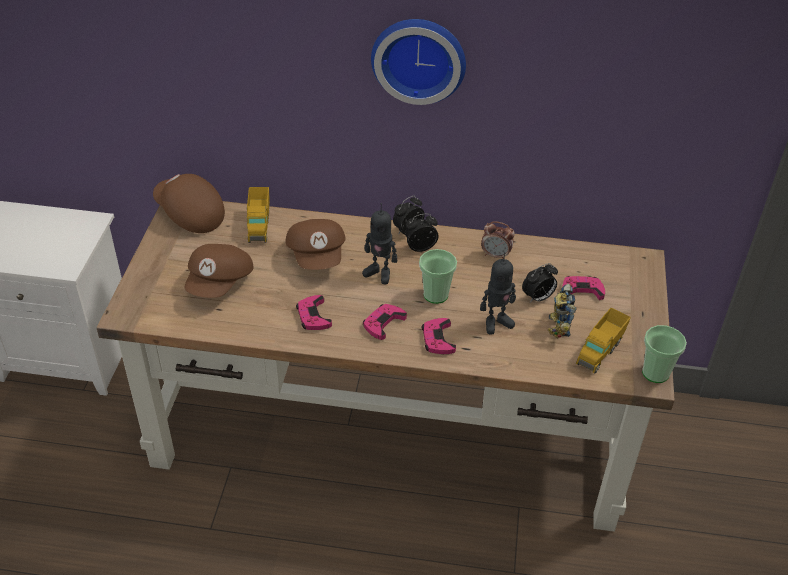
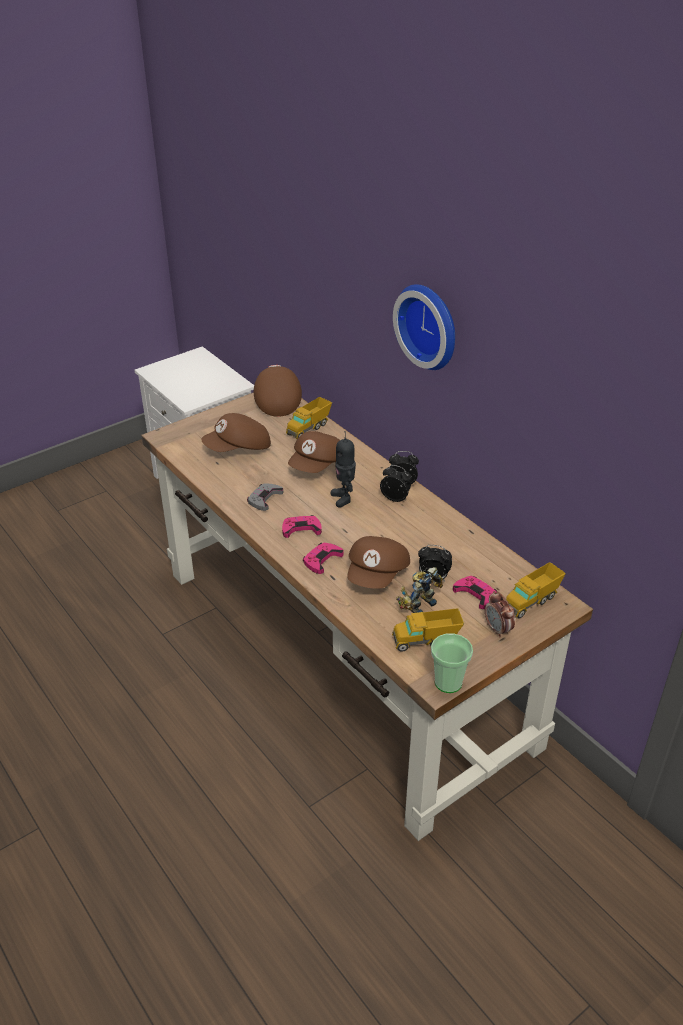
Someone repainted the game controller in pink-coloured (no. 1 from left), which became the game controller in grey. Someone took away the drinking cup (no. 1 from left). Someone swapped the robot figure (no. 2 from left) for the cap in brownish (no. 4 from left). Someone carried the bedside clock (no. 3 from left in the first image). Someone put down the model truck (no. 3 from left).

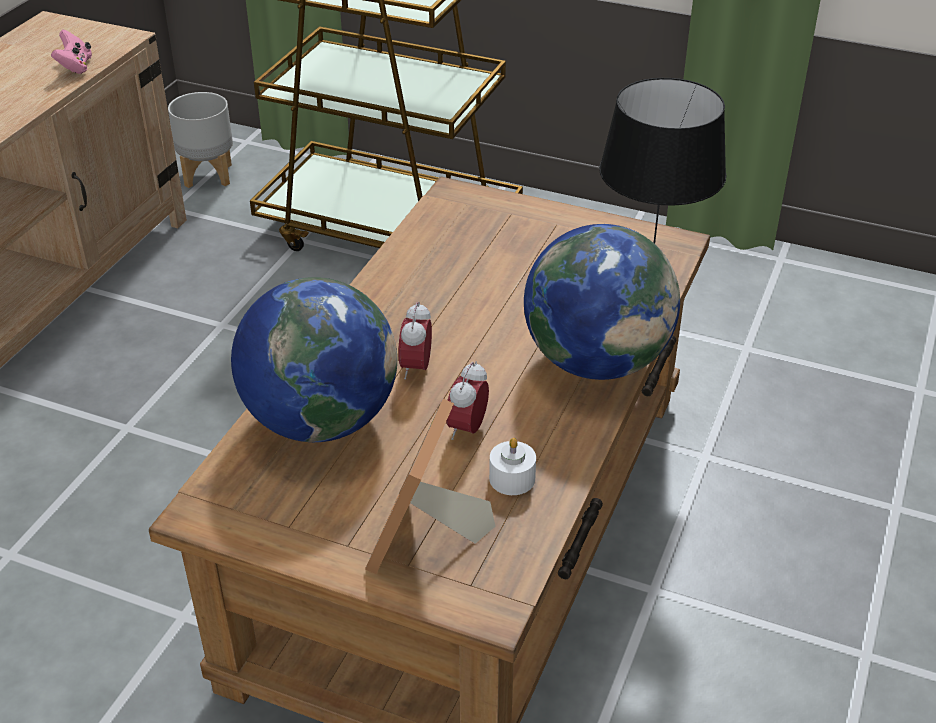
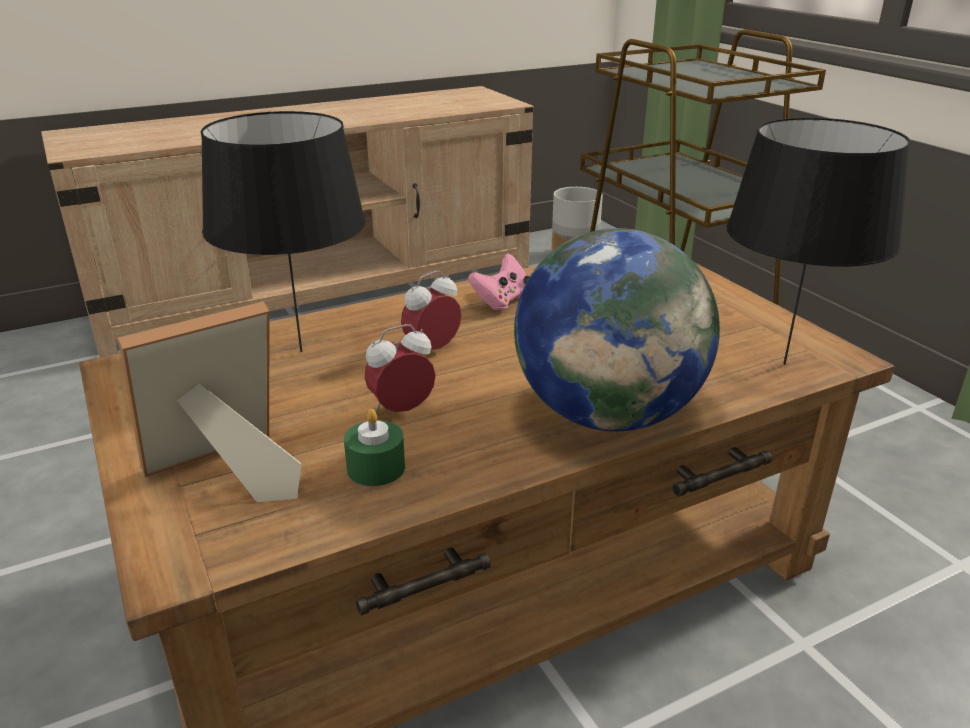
Someone carried the game controller in pink-coloured. Someone swapped the desk globe (no. 1 from left) for the table lamp in black-coloured (no. 1 from left). Someone repainted the wax candle in white, which became the wax candle in green-coloured.

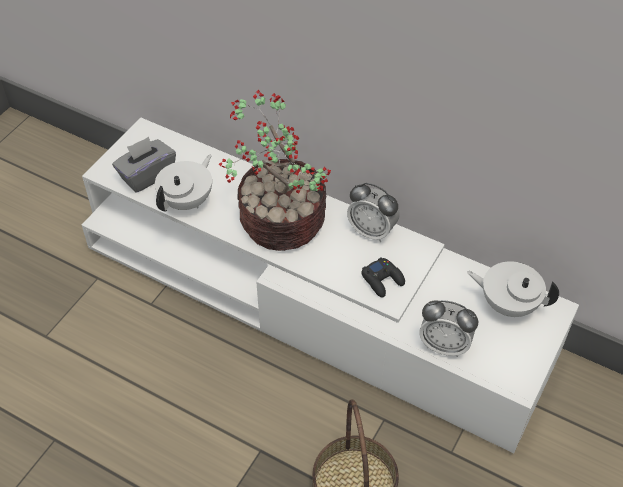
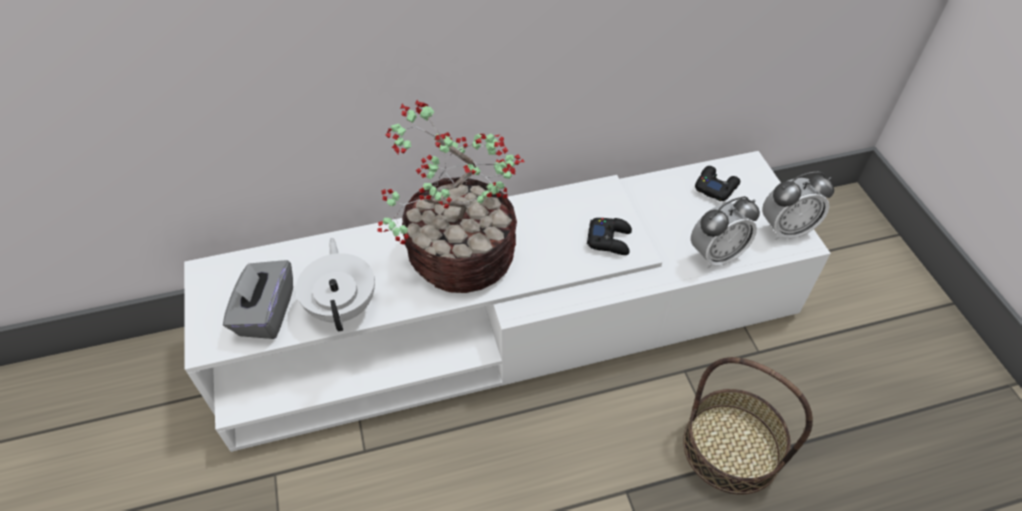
Someone carried the bedside clock (no. 1 from left in the first image). Someone swapped the pot for tea in white (no. 2 from left) for the game controller in black-coloured (no. 2 from left).

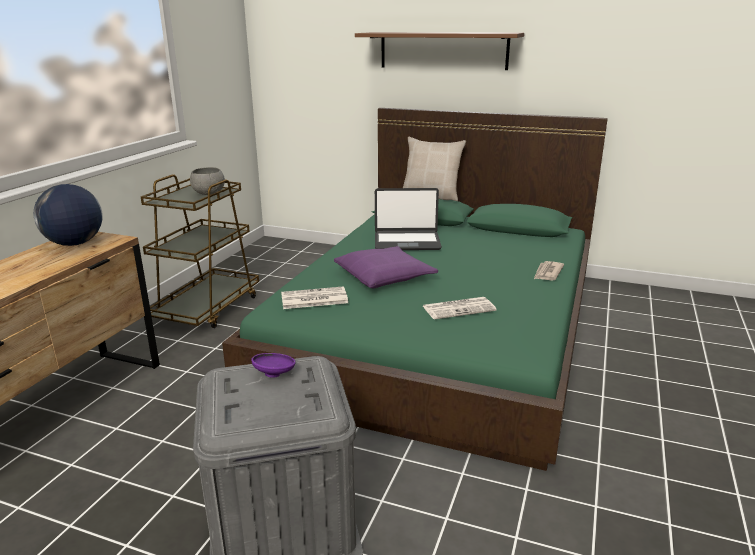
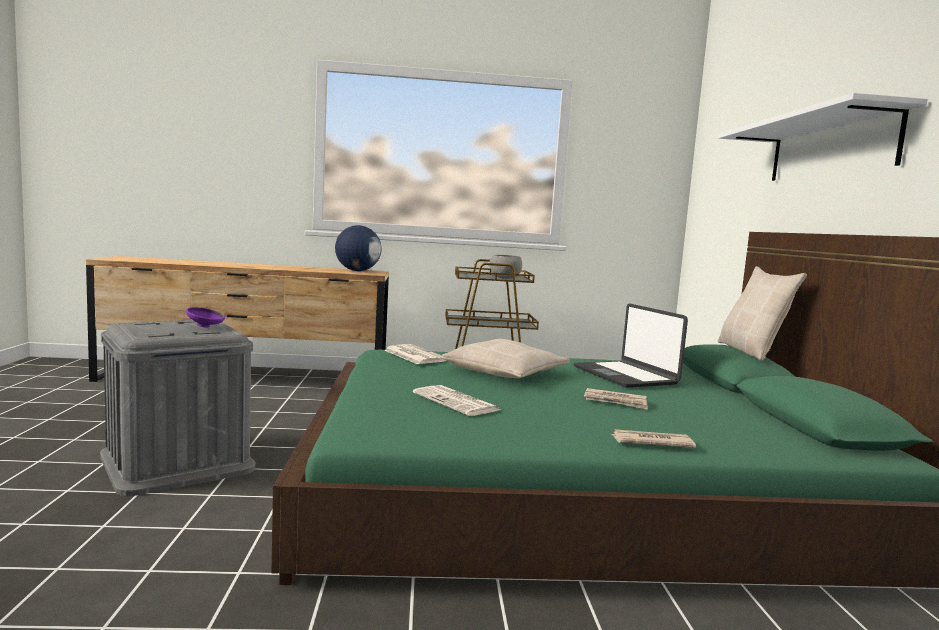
Someone repainted the pillow in purple, which became the pillow in sand-coloured (no. 1 from left). Someone repainted the wall shelf in brownish, which became the wall shelf in white. Someone put down the printed paper (no. 3 from left).

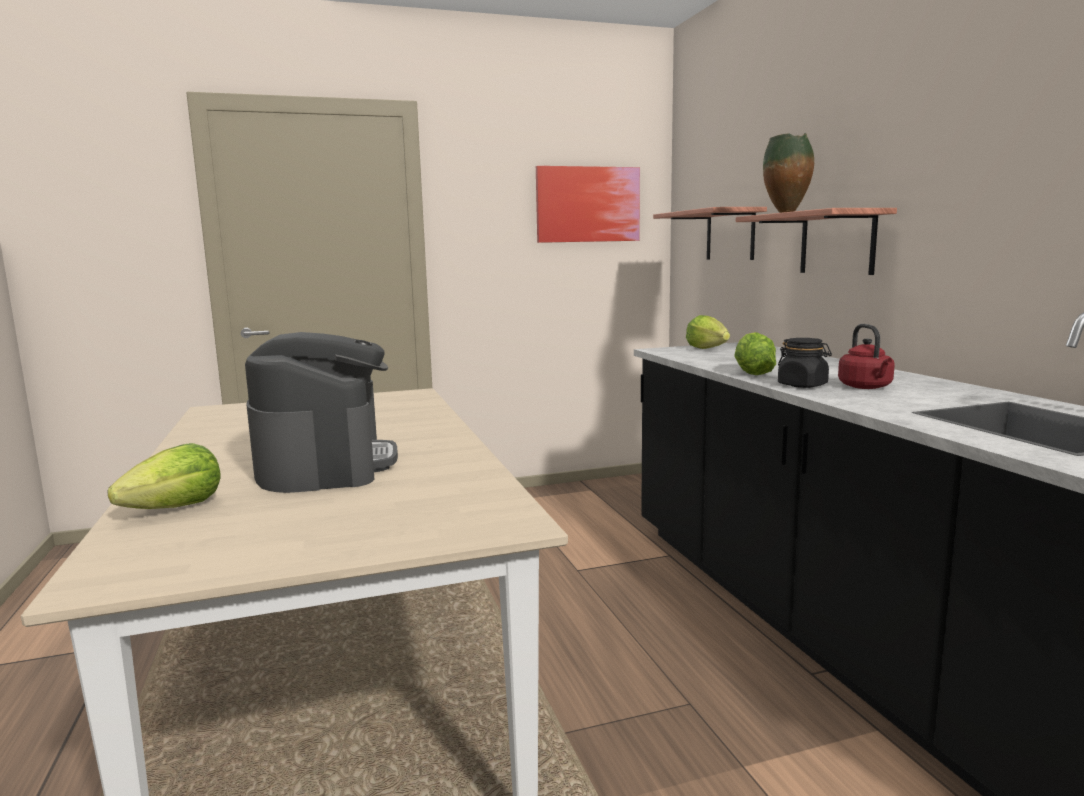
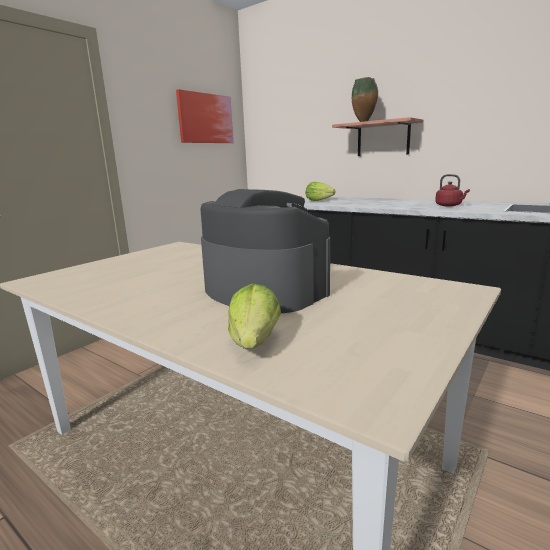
Someone took away the wall shelf (no. 1 from left). Someone took away the lettuce (no. 3 from left). Someone took away the storage jar in black-coloured.

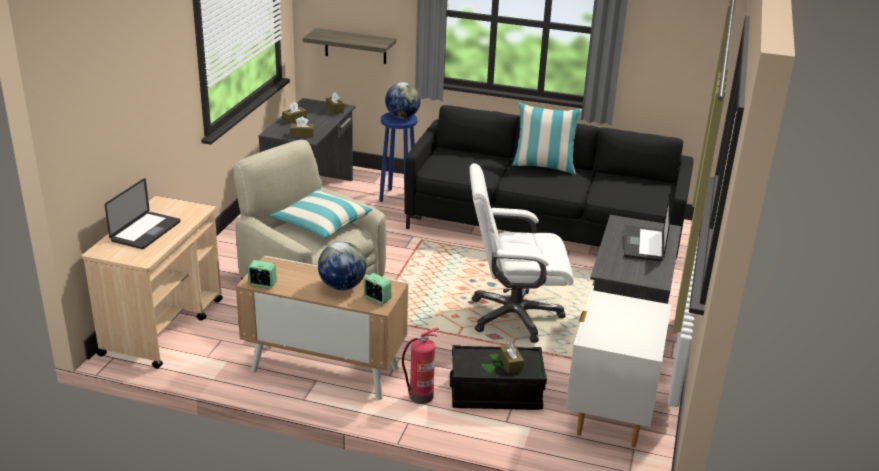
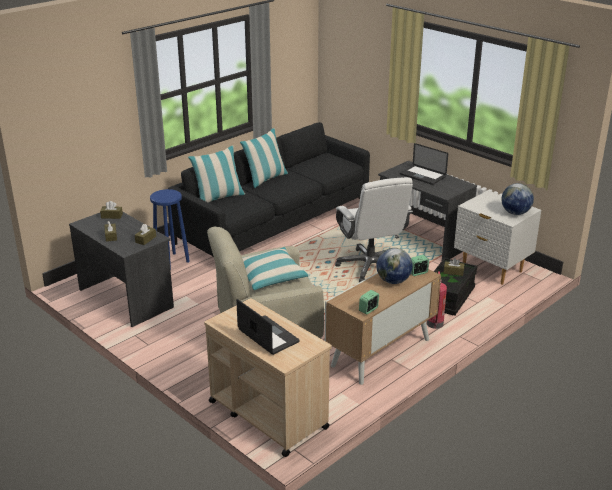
Someone took away the wall shelf. Someone carried the desk globe (no. 2 from left). Someone rotated the computer chair in white by 45 degrees counterclockwise. Someone put down the pillow (no. 1 from left).

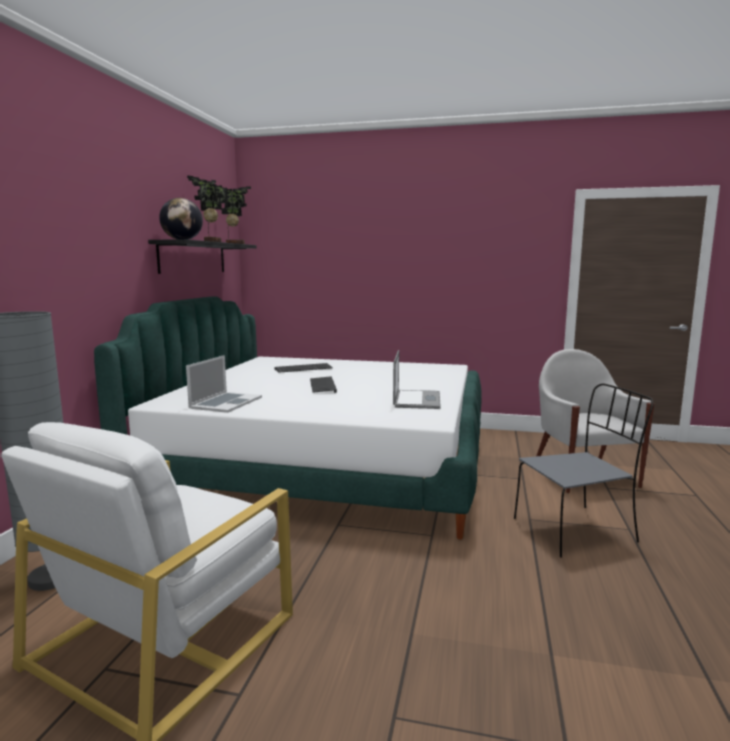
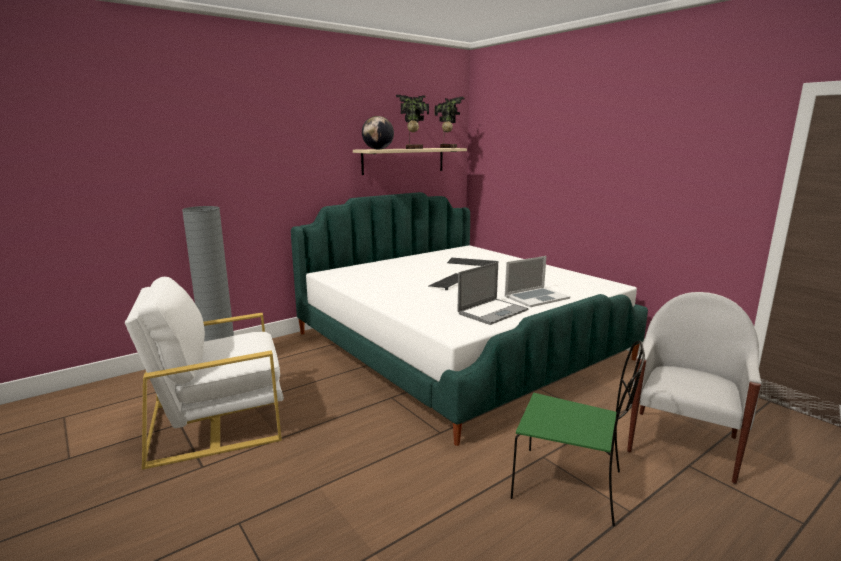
Someone repainted the wall shelf in black-coloured, which became the wall shelf in sand-coloured. Someone carried the portable computer (no. 1 from left in the first image). Someone repainted the plain chair in grey, which became the plain chair in green-coloured.

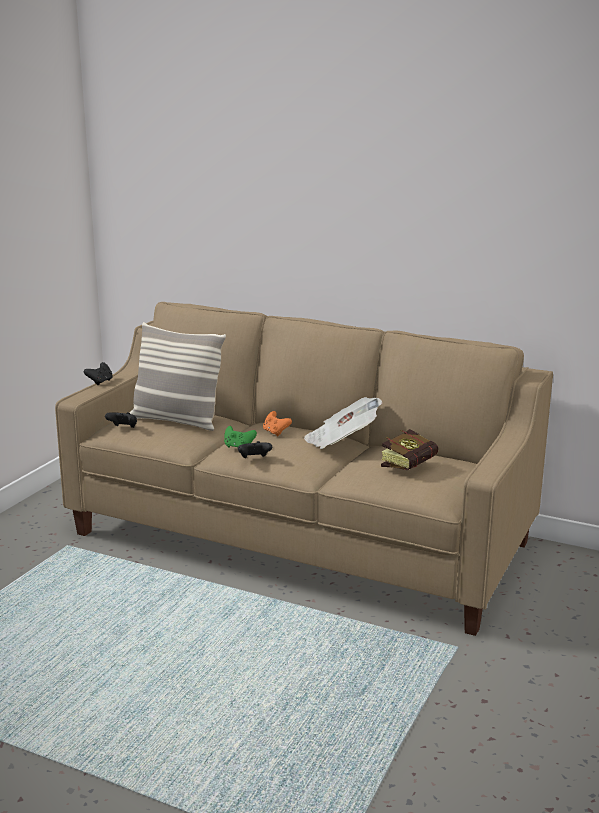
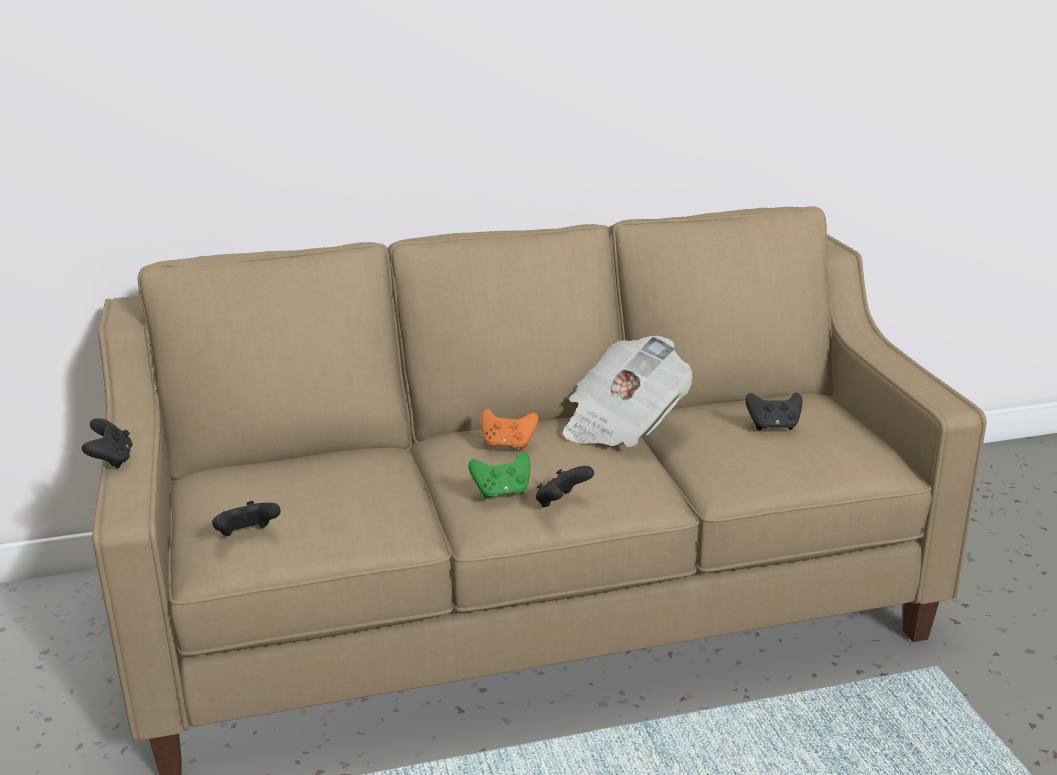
Someone took away the pillow. Someone swapped the bound book for the game controller in black-coloured (no. 4 from left).

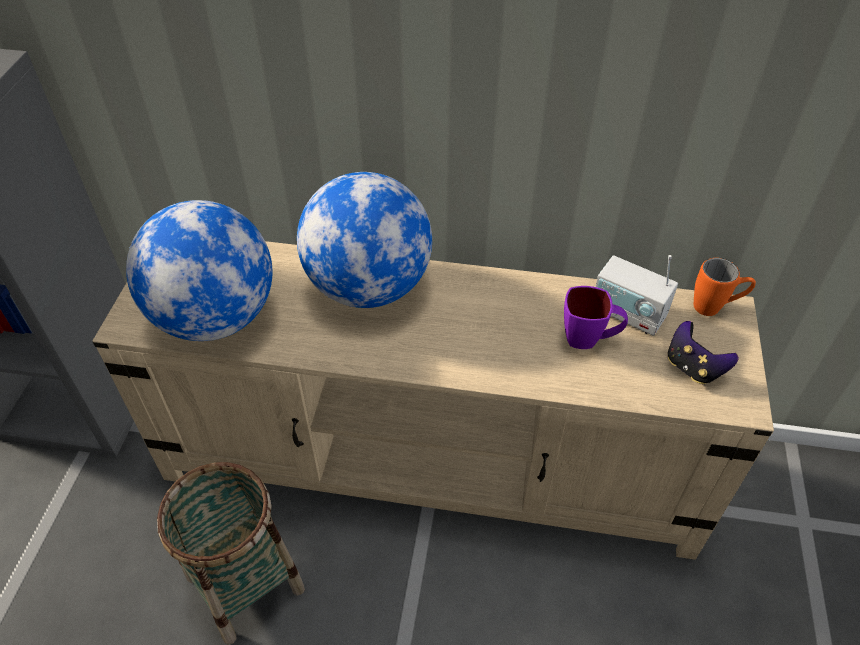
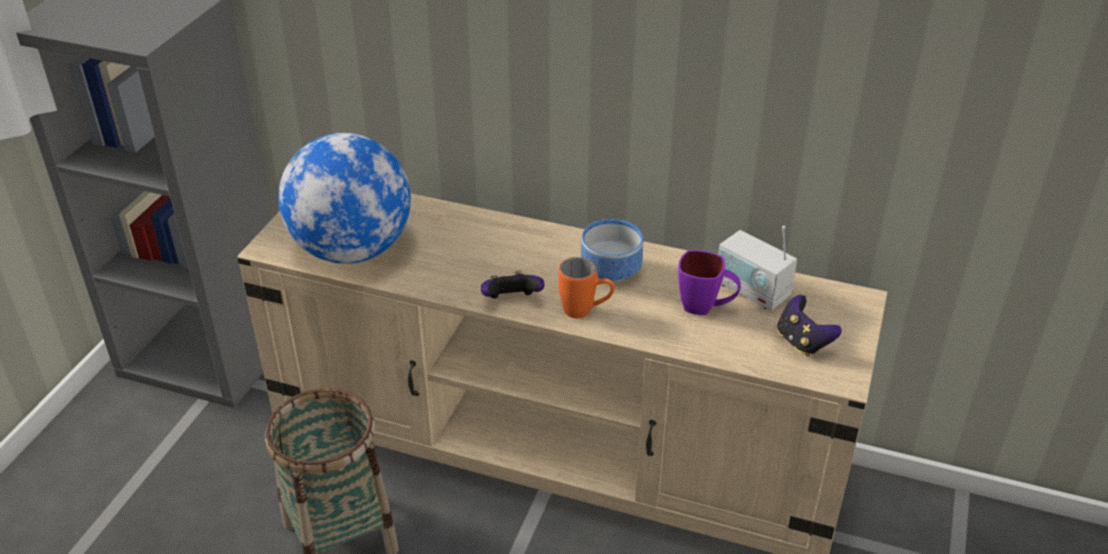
Someone took away the desk globe (no. 2 from left). Someone carried the mug in orange-coloured. Someone put down the game controller (no. 1 from left). Someone put down the serving bowl.

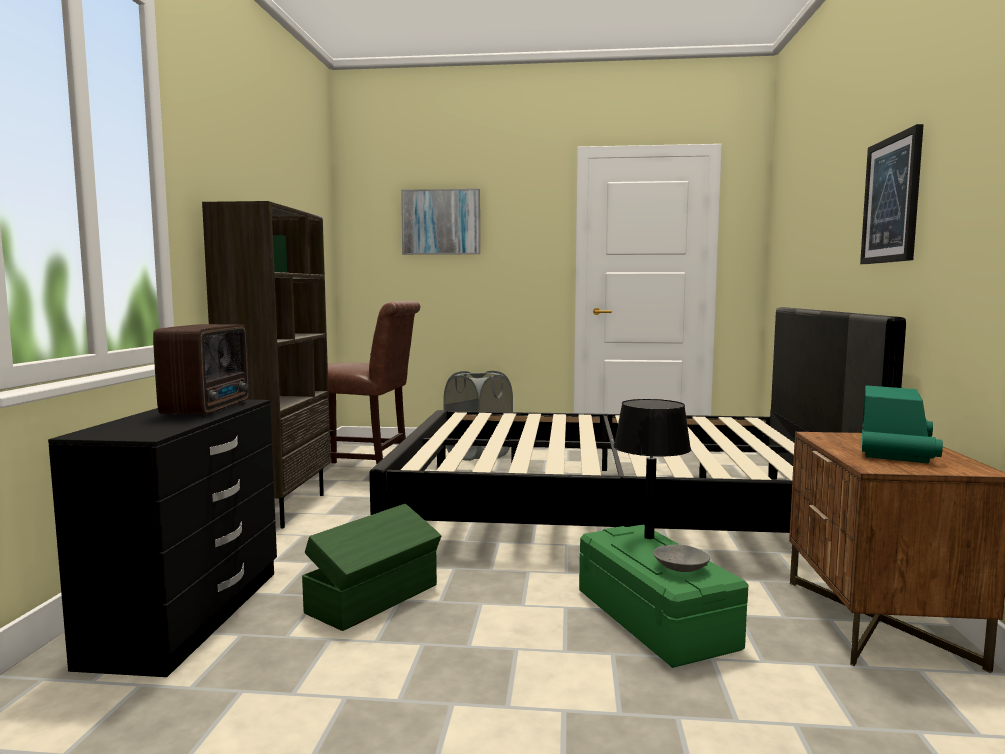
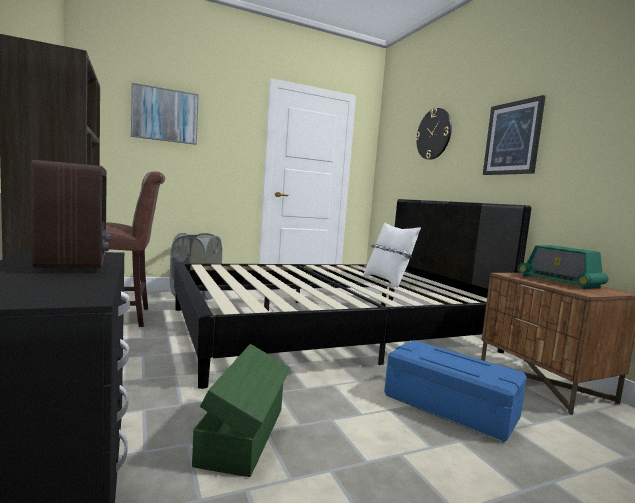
Someone repainted the storage container in green-coloured (no. 2 from left), which became the storage container in blue. Someone took away the table lamp in black-coloured. Someone took away the serving bowl in grey. Someone rotated the radio receiver (no. 2 from left) by 150 degrees clockwise. Someone put down the pillow in white. Someone put up the wall clock.

